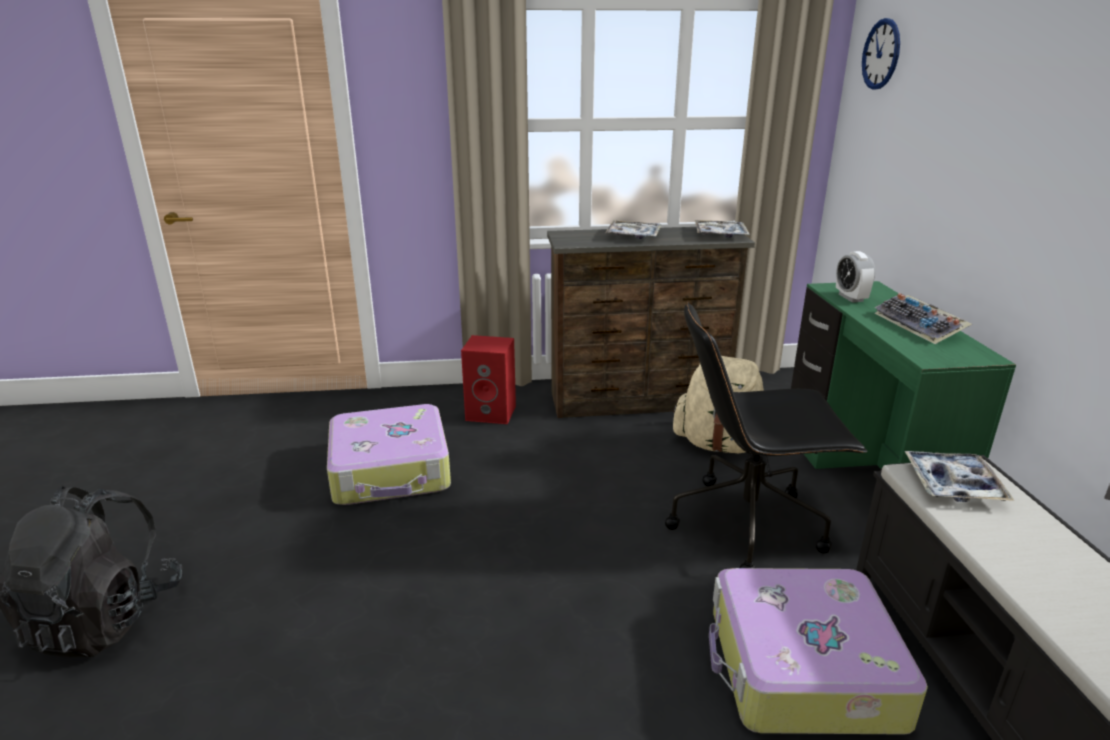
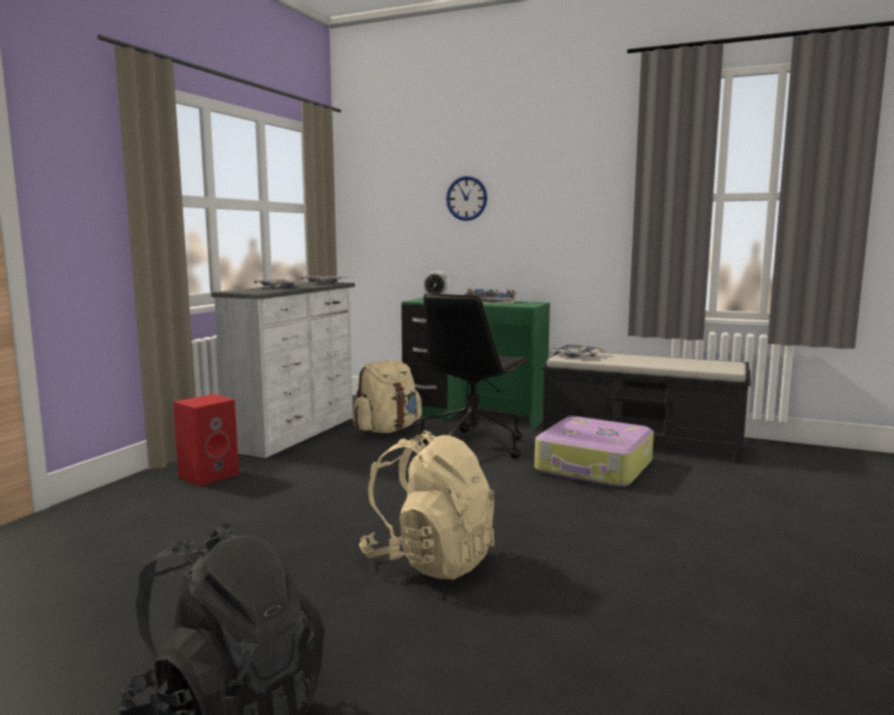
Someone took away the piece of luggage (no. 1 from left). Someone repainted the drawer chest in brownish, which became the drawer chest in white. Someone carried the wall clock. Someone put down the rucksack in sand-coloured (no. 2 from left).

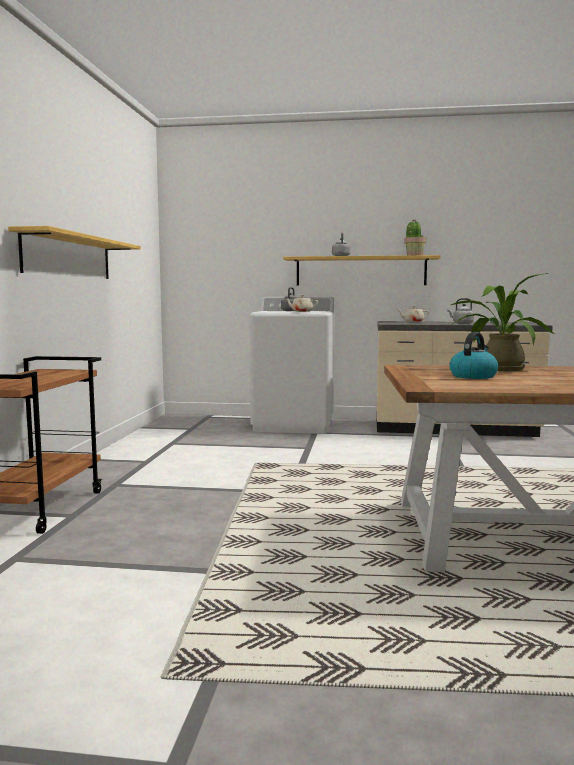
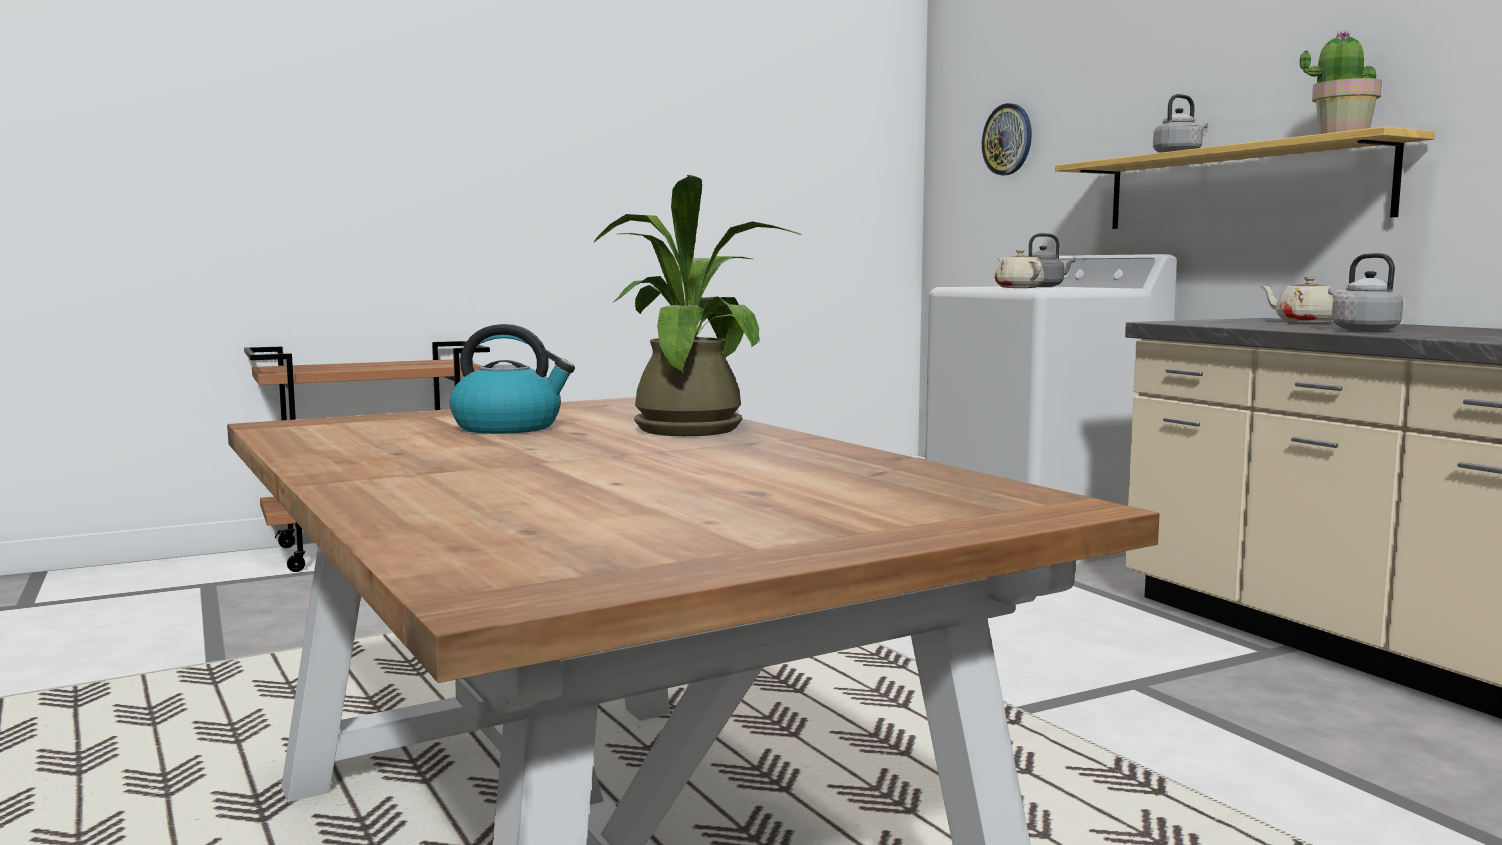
Someone took away the wall shelf (no. 1 from left). Someone put up the wall clock.

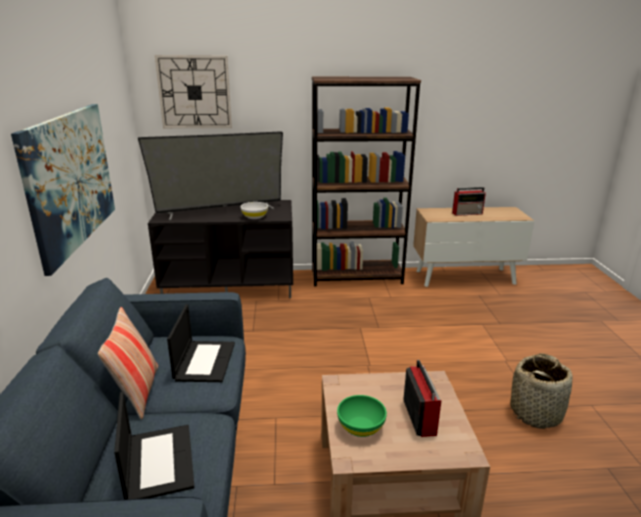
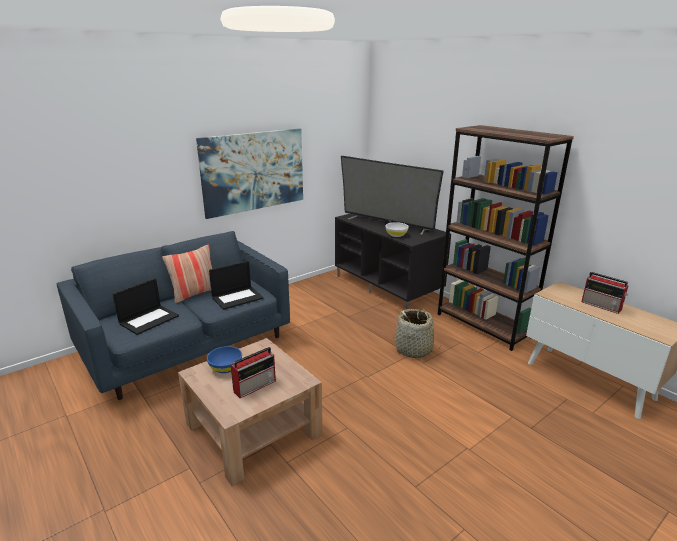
Someone took away the wall clock. Someone repainted the serving bowl in green-coloured, which became the serving bowl in blue. Someone carried the household basket.

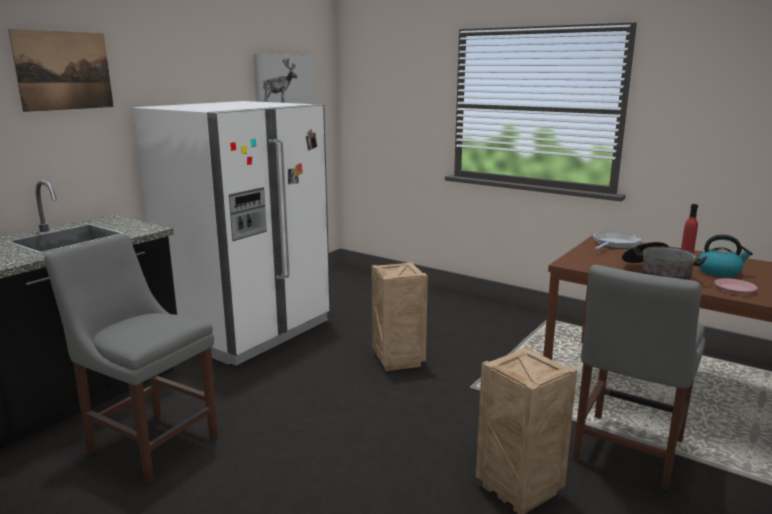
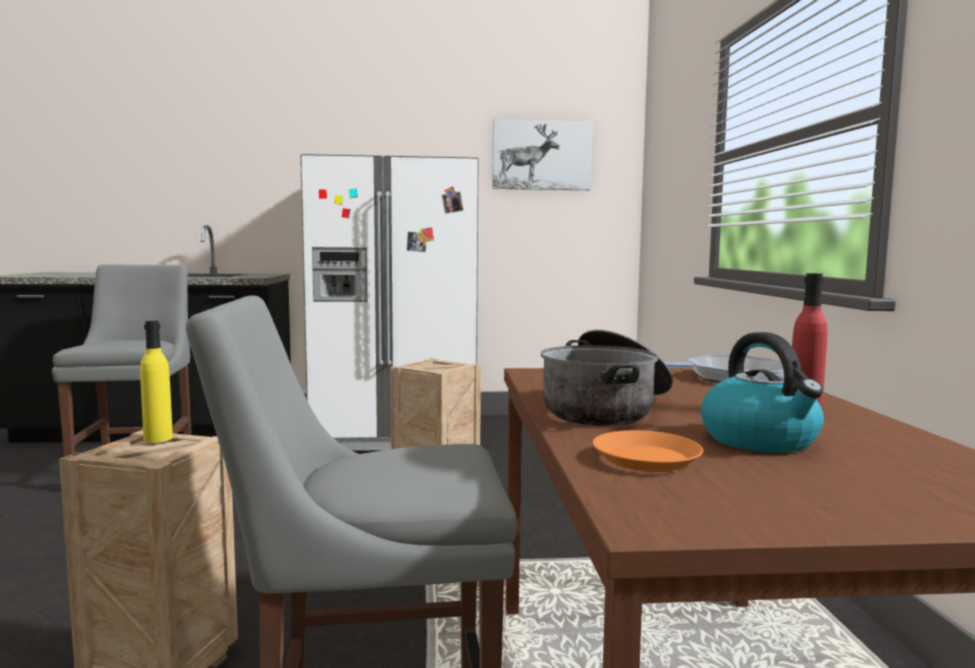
Someone took away the picture (no. 1 from left). Someone repainted the plate in pink-coloured, which became the plate in orange-coloured. Someone put down the drink bottle in yellow.

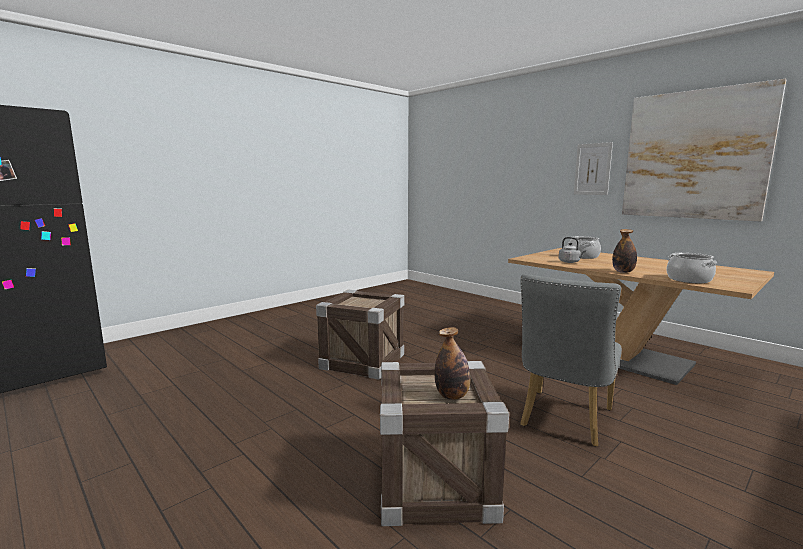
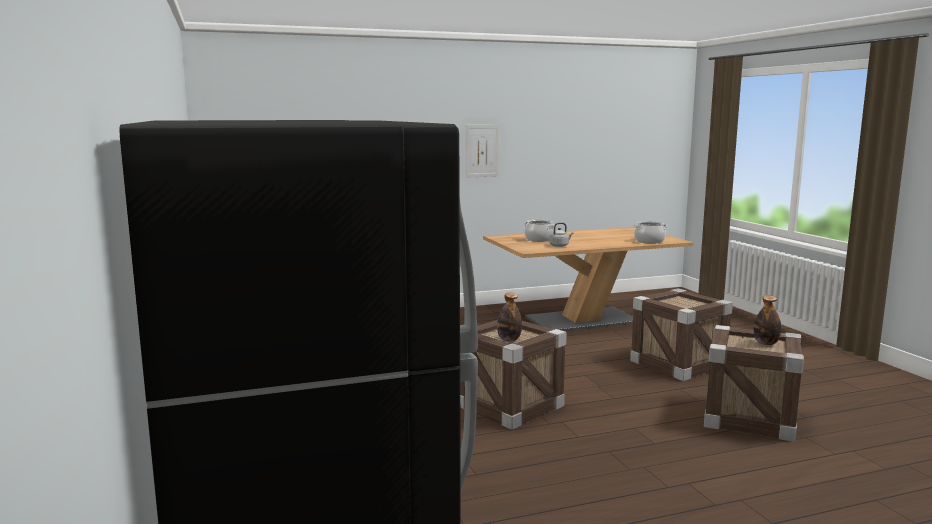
Someone swapped the plain chair in grey for the crate (no. 2 from left). Someone carried the drink bottle (no. 2 from left in the first image). Someone took away the picture (no. 2 from left).

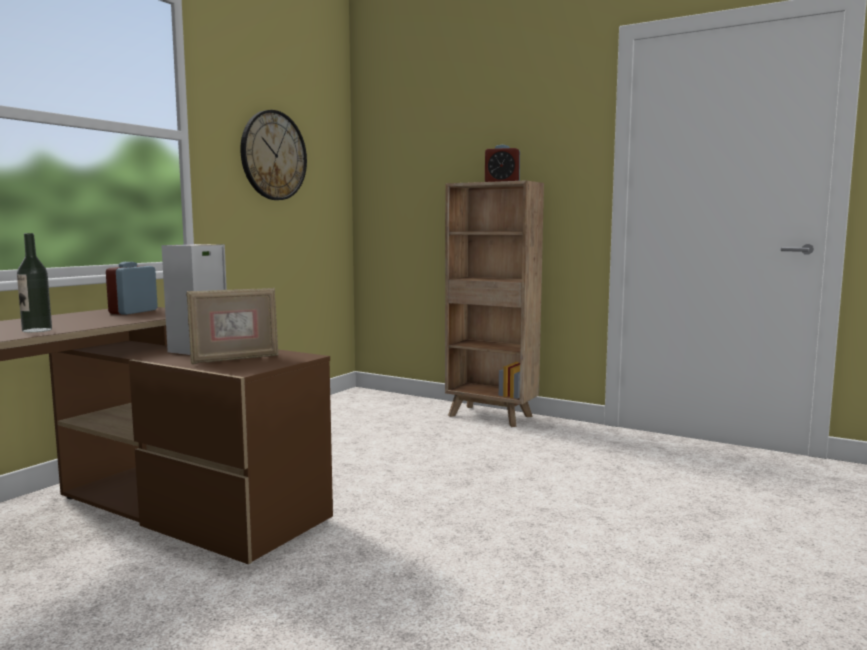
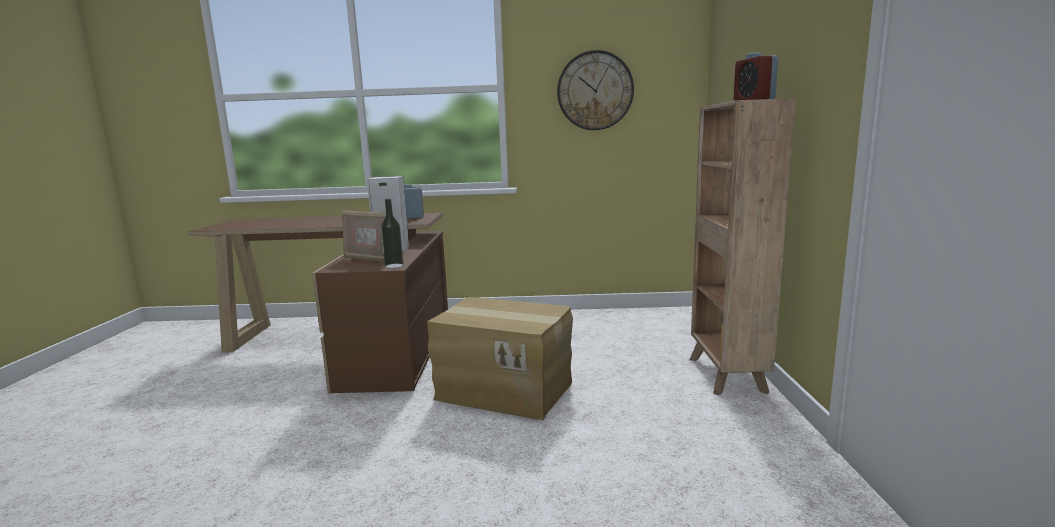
Someone carried the drink bottle. Someone put down the cardboard box.

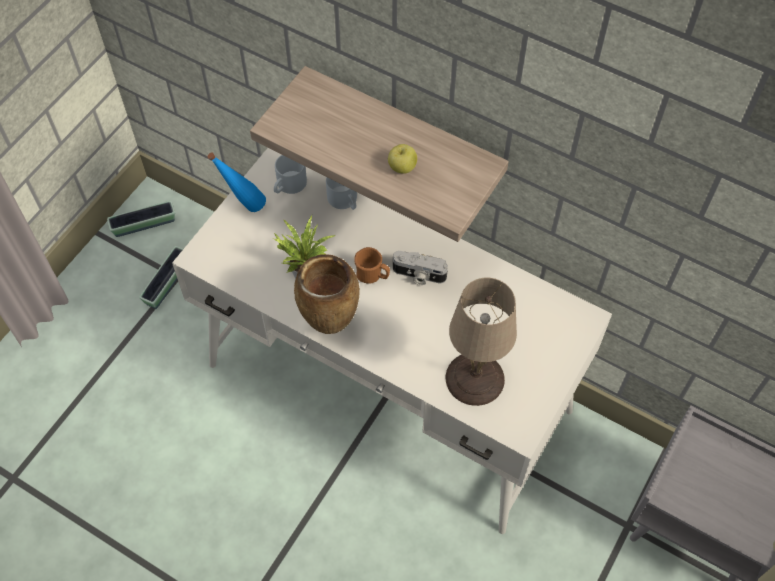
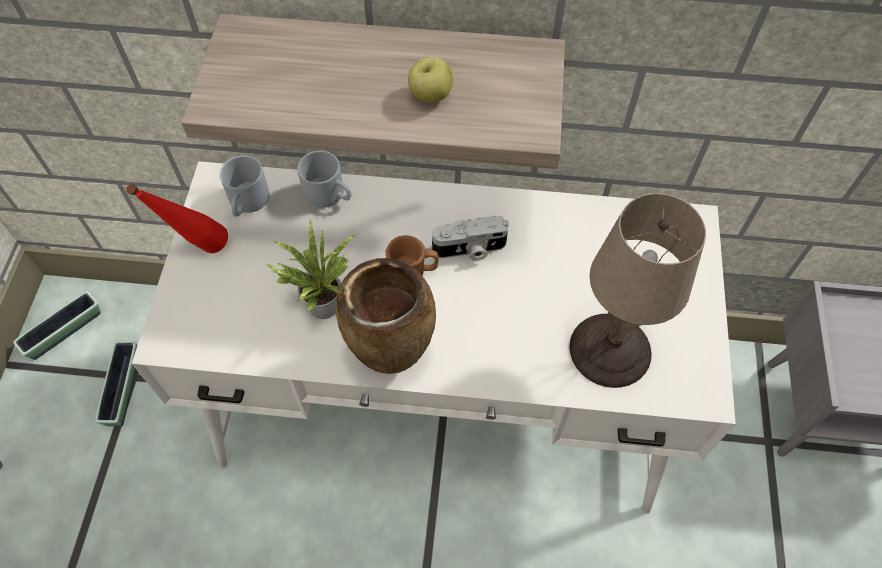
Someone repainted the drink bottle in blue, which became the drink bottle in reddish.

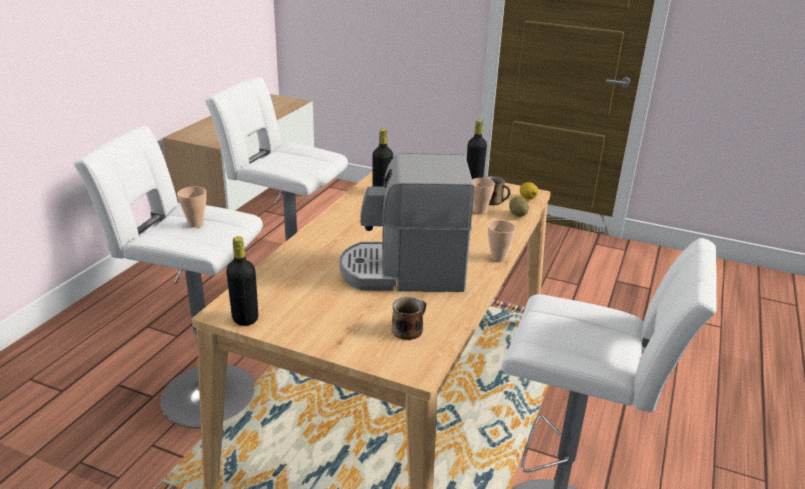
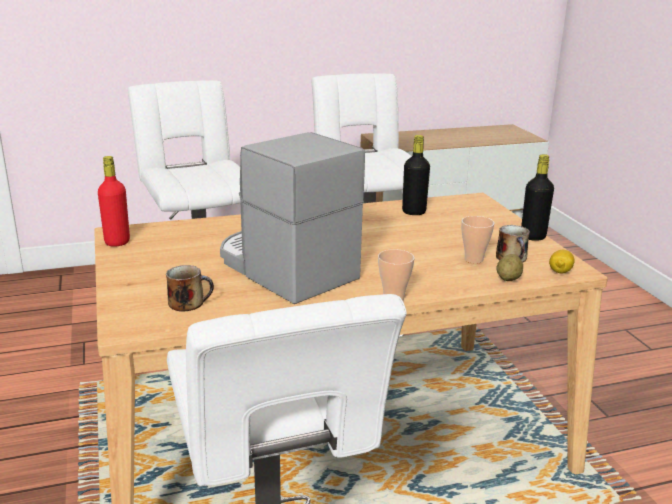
Someone took away the drinking cup (no. 1 from left). Someone repainted the drink bottle in black-coloured (no. 1 from left), which became the drink bottle in reddish.

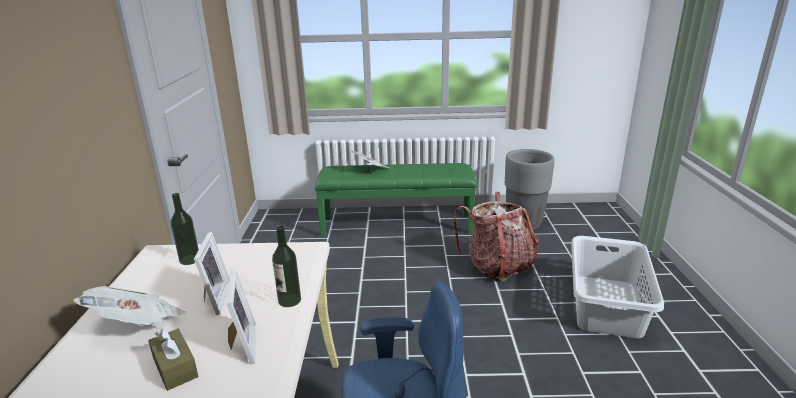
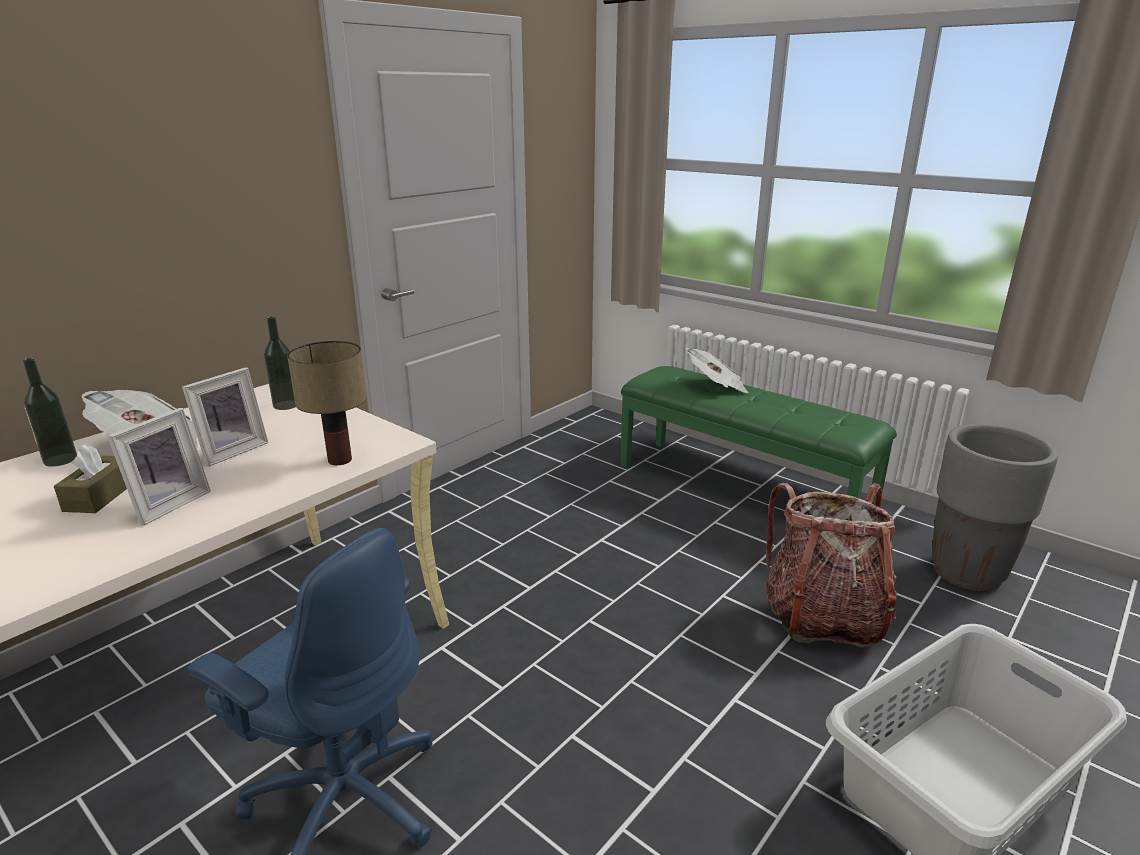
Someone carried the drink bottle (no. 2 from left in the first image). Someone put down the table lamp.

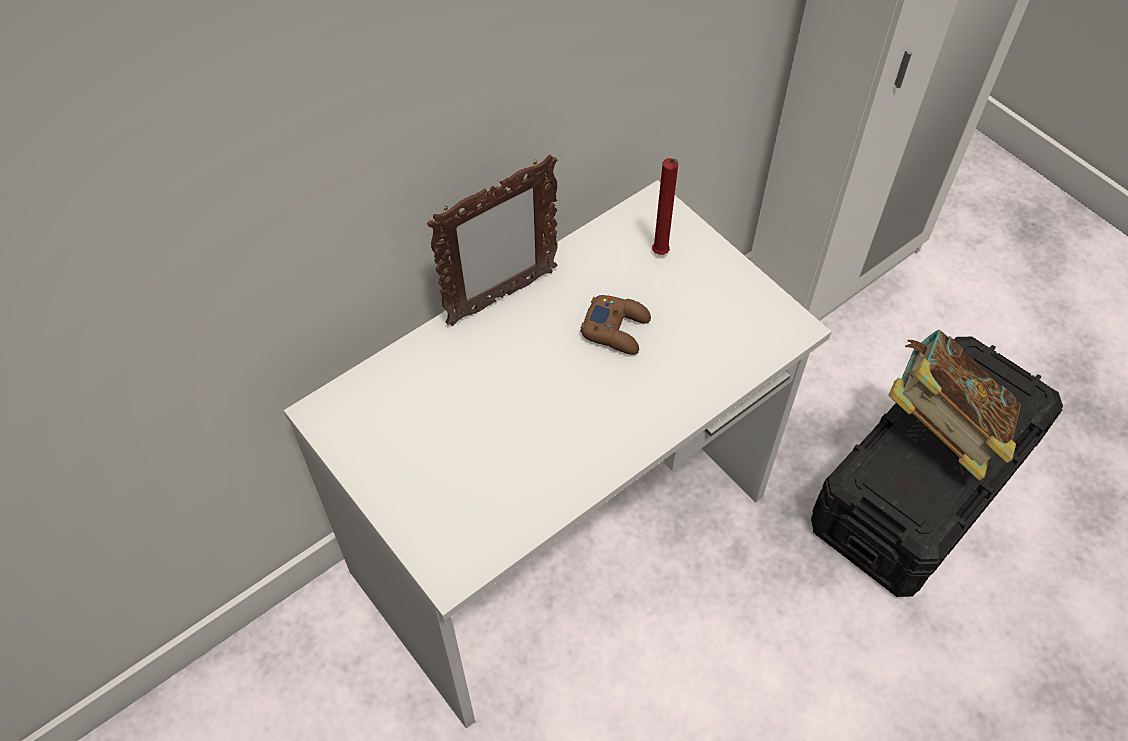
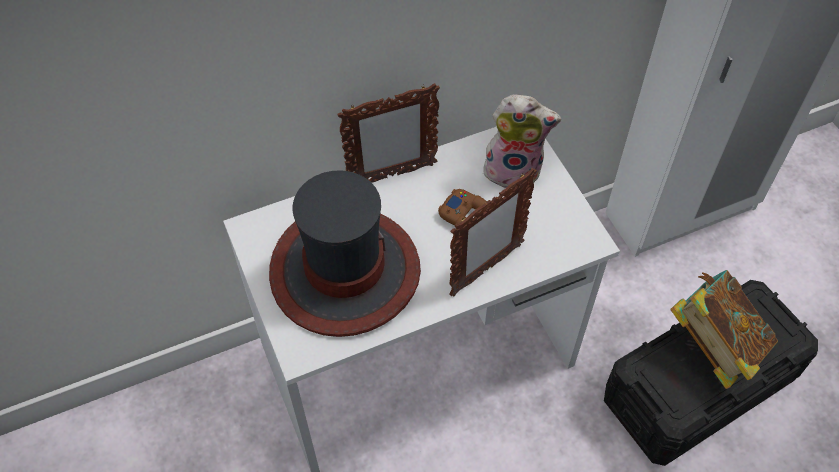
Someone swapped the wax candle in reddish for the cuddly toy. Someone put down the wearable hat. Someone put down the picture frame (no. 2 from left).

